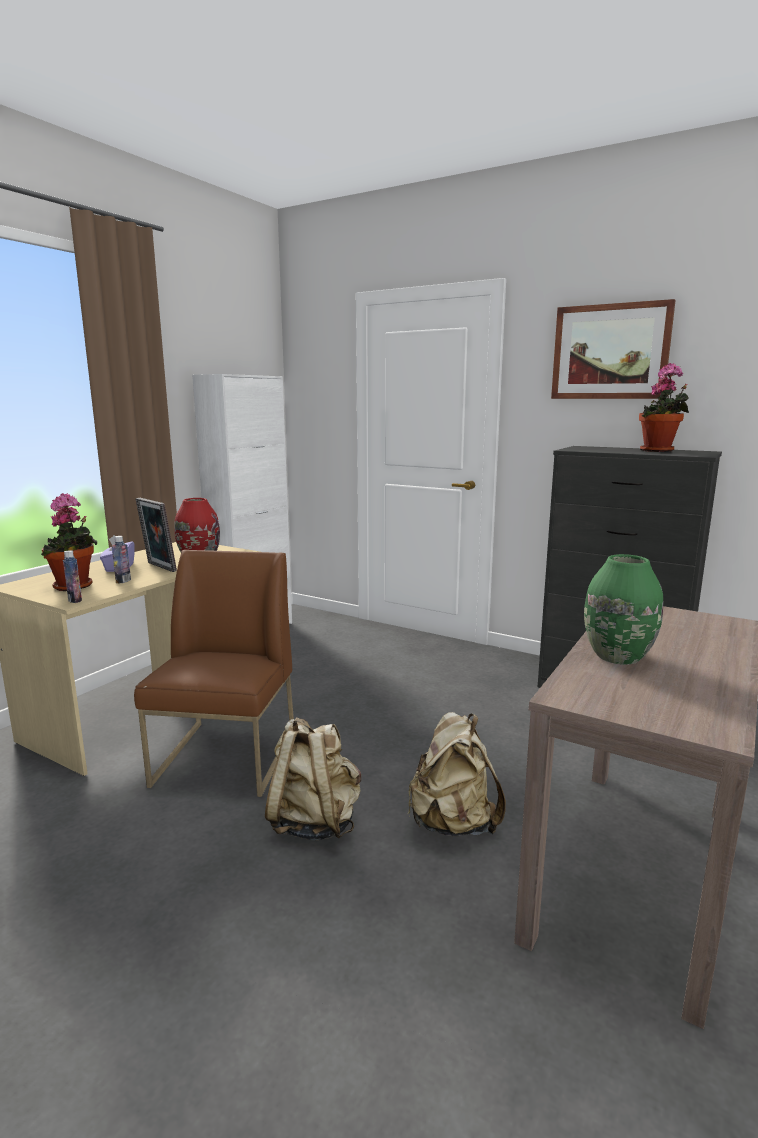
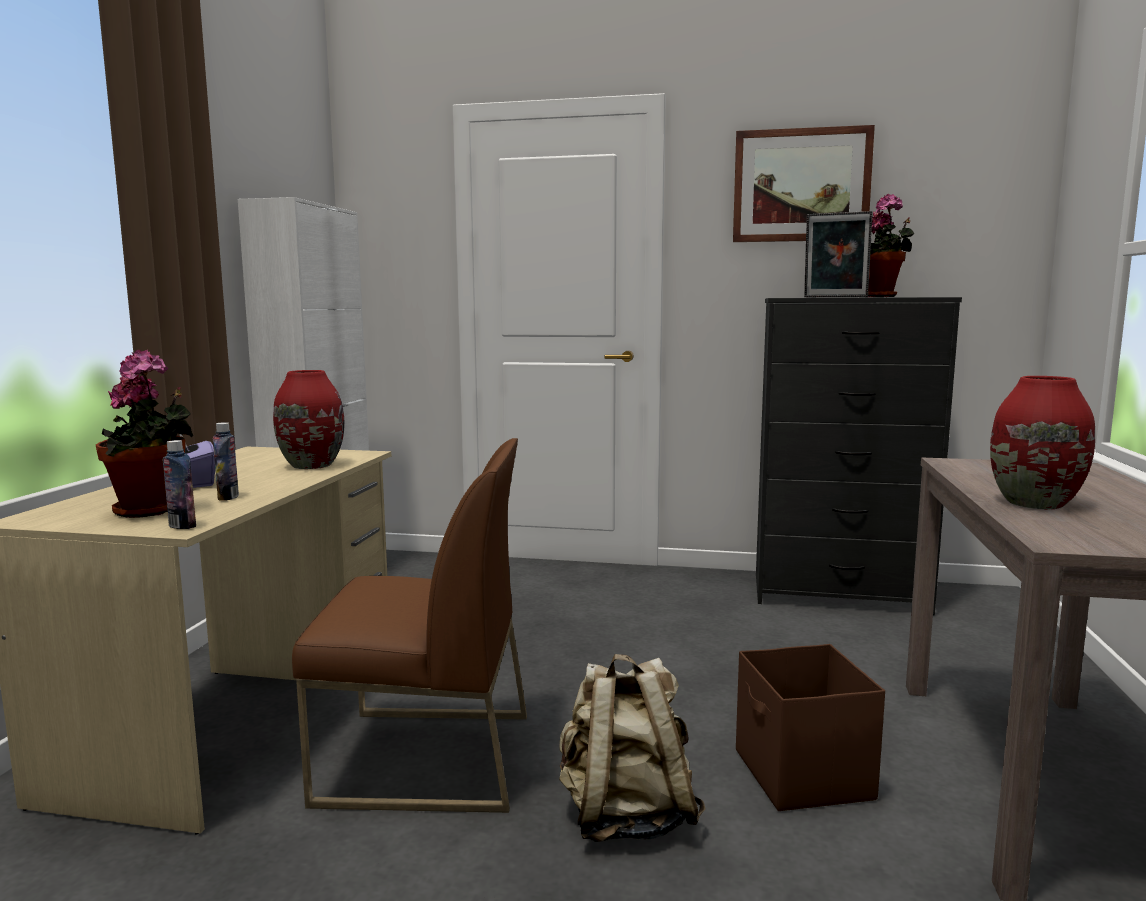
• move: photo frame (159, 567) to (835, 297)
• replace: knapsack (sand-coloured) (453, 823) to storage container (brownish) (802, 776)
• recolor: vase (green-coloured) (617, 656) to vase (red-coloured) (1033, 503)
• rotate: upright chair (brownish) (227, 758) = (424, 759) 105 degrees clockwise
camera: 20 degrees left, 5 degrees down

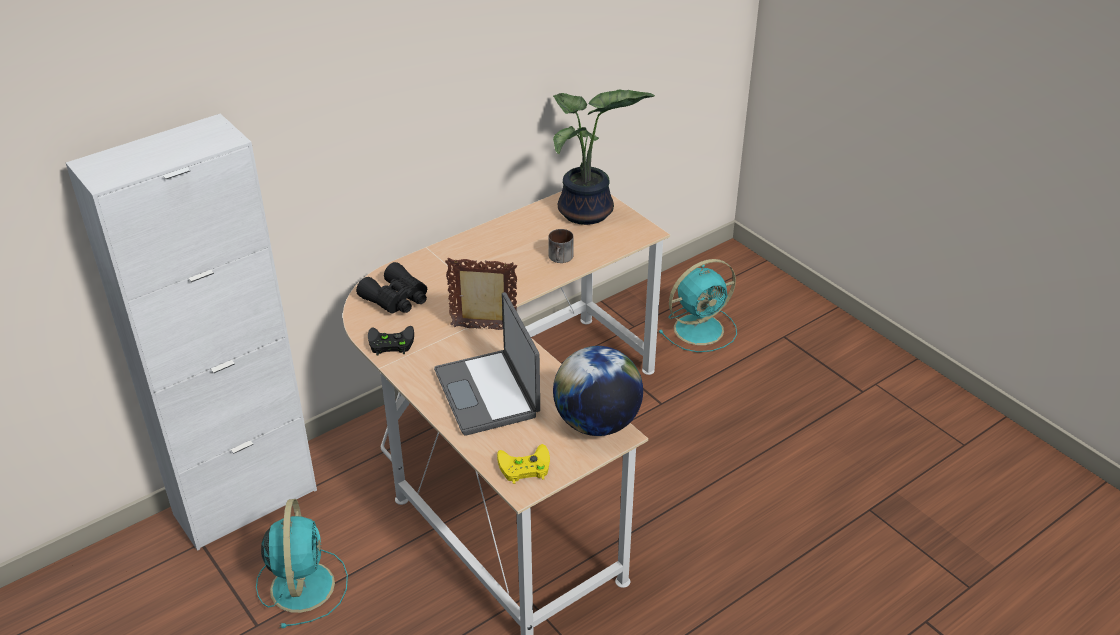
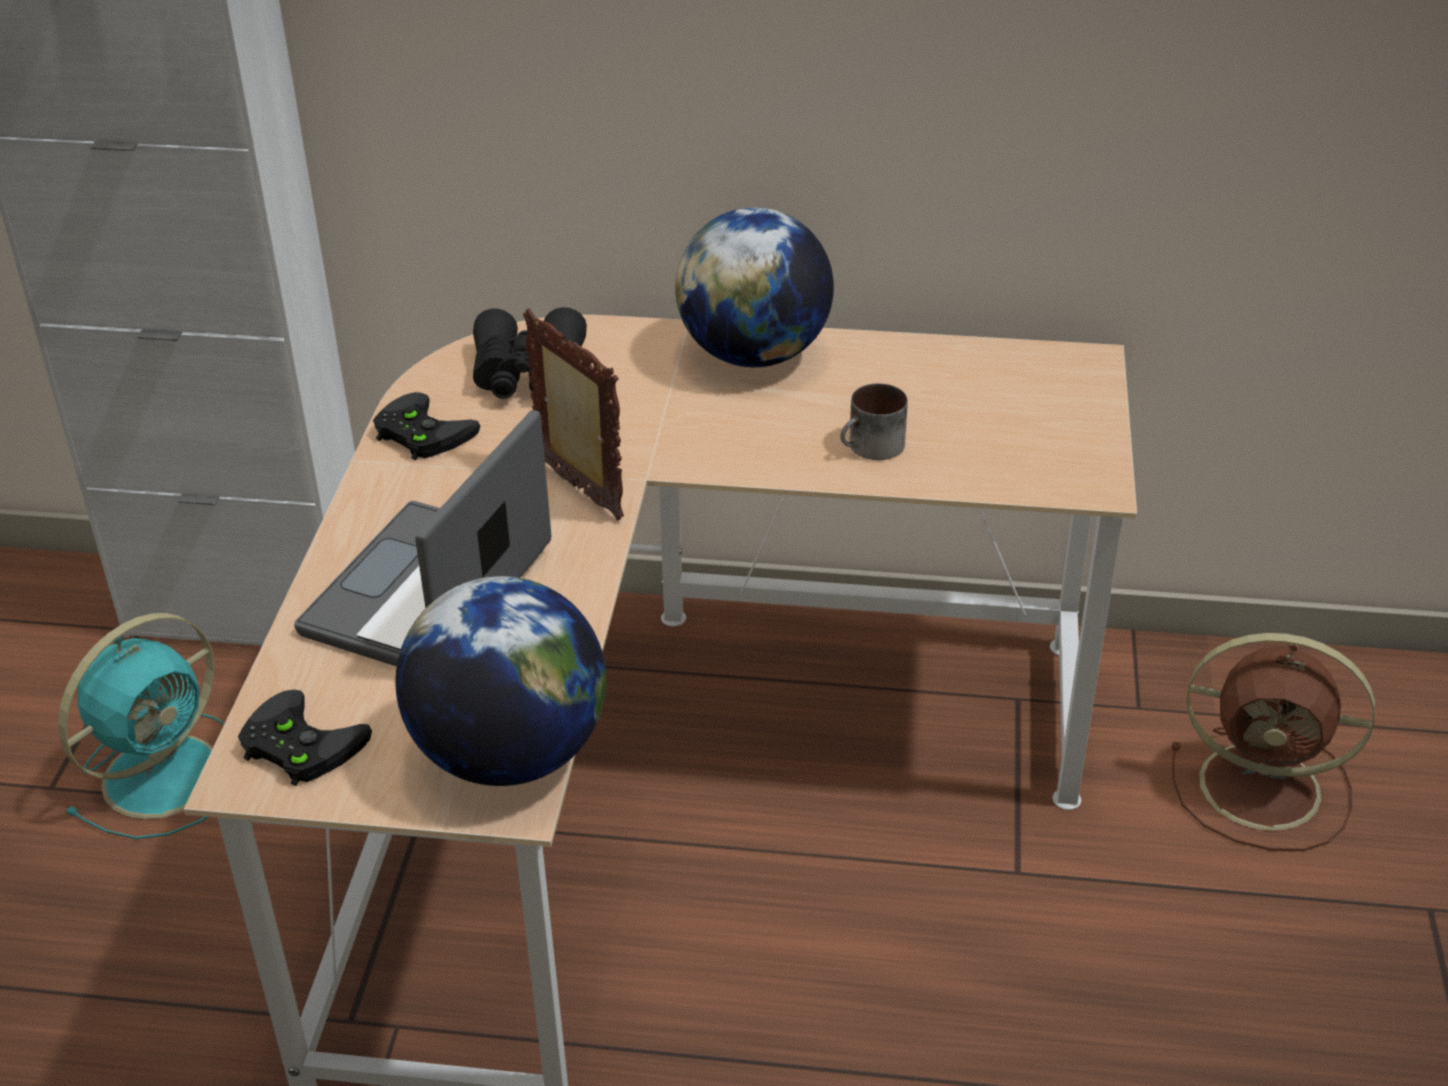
• delete: plant in a pot (587, 214)
• insert: desk globe (754, 354)
• recolor: gamepad (yellowish) (523, 467) to gamepad (black) (296, 745)
• recolor: fan (turquoise) (700, 328) to fan (brownish) (1265, 788)
camera: 45 degrees right, 0 degrees up

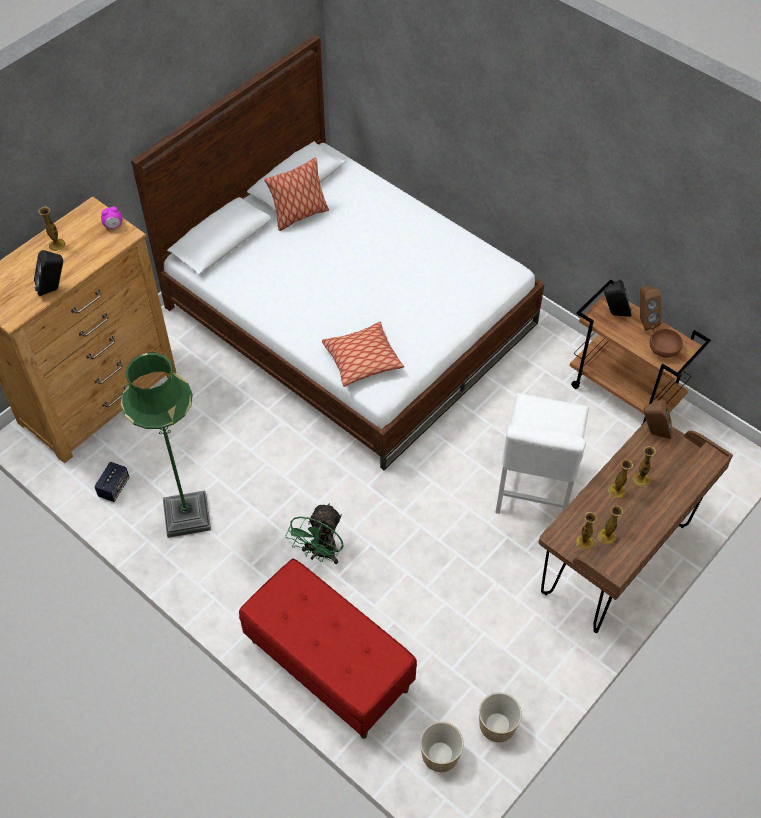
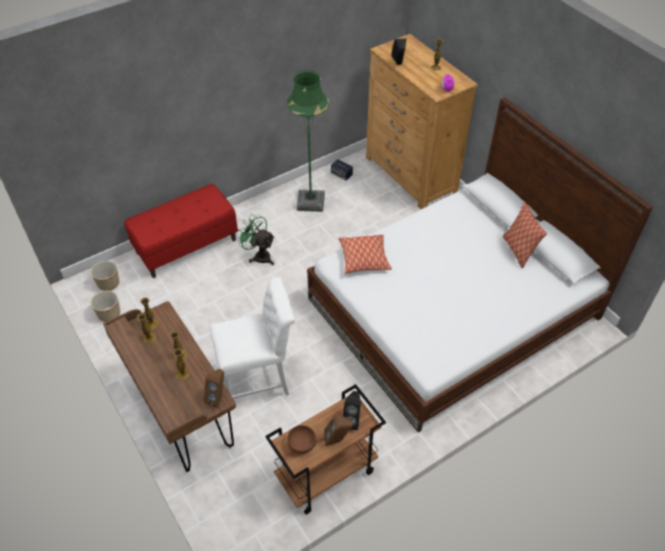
• rotate: upright chair (white) (533, 491) = (258, 380) 135 degrees clockwise
camera: 105 degrees right, 5 degrees down

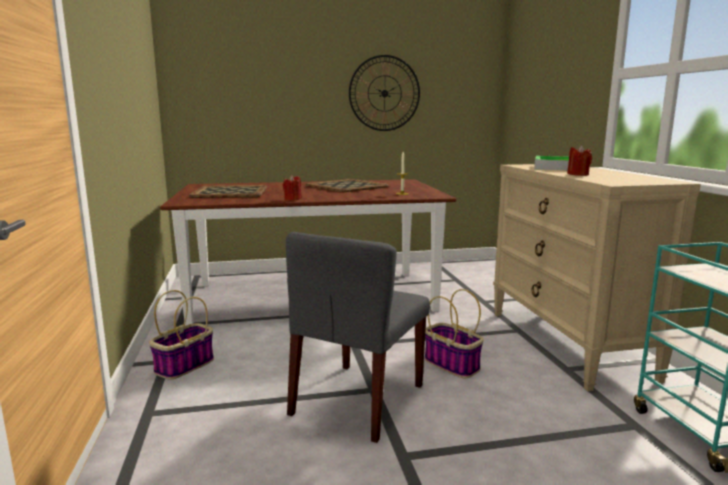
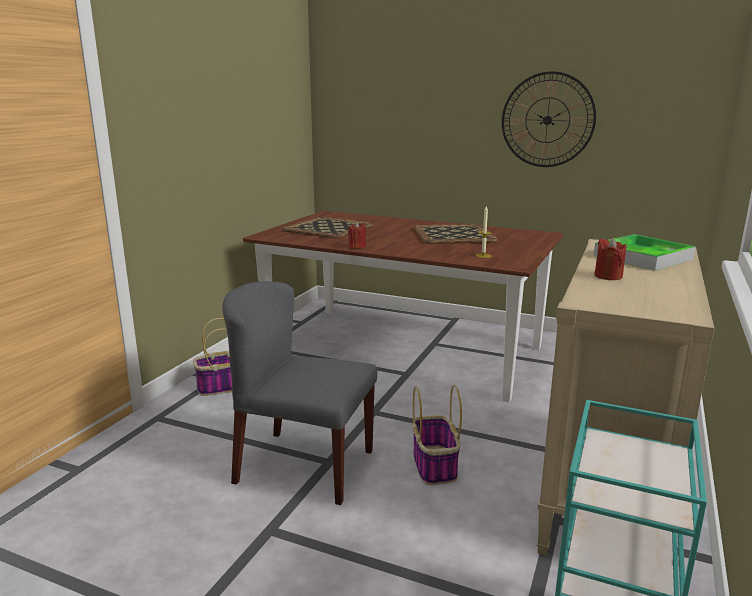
• rotate: upright chair (gray) (358, 400) = (303, 466) 45 degrees clockwise
camera: 35 degrees right, 5 degrees up

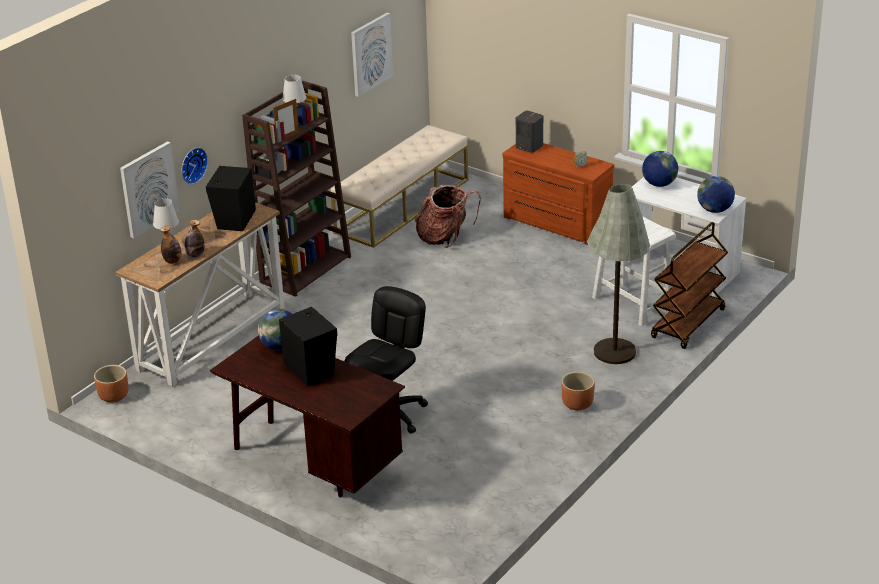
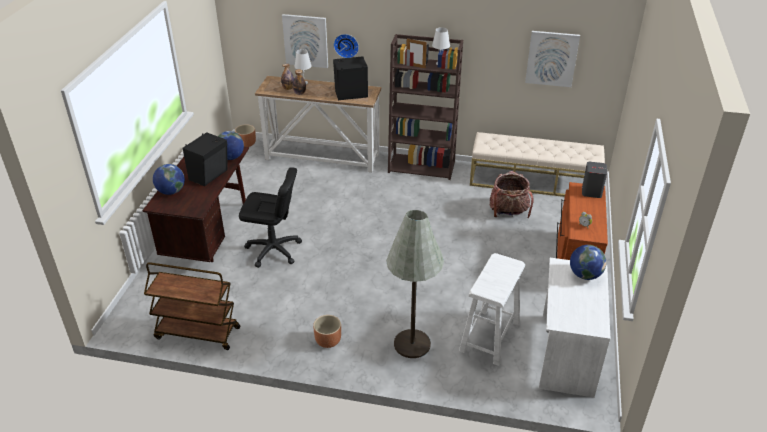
• move: trolley (brownish) (688, 324) to (197, 333)
• move: desk globe (714, 210) to (171, 191)
camera: 65 degrees right, 5 degrees up

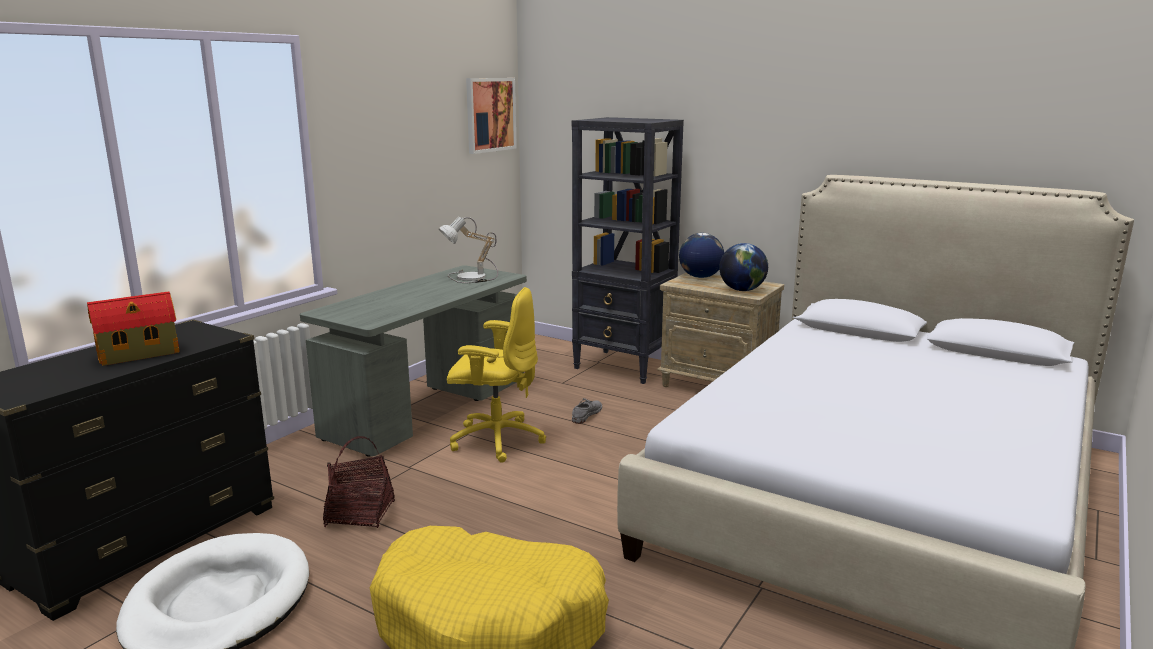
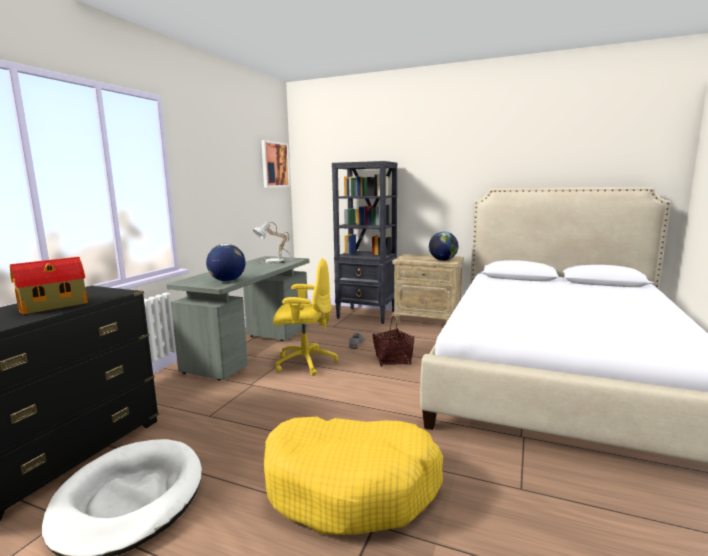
• move: basket (360, 514) to (393, 360)
• move: desk globe (700, 277) to (227, 281)
camera: 10 degrees left, 5 degrees down

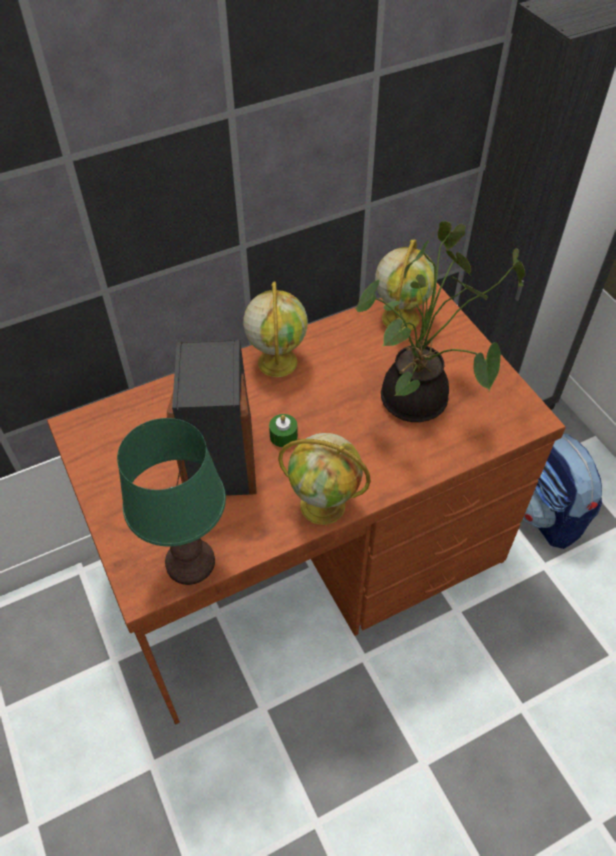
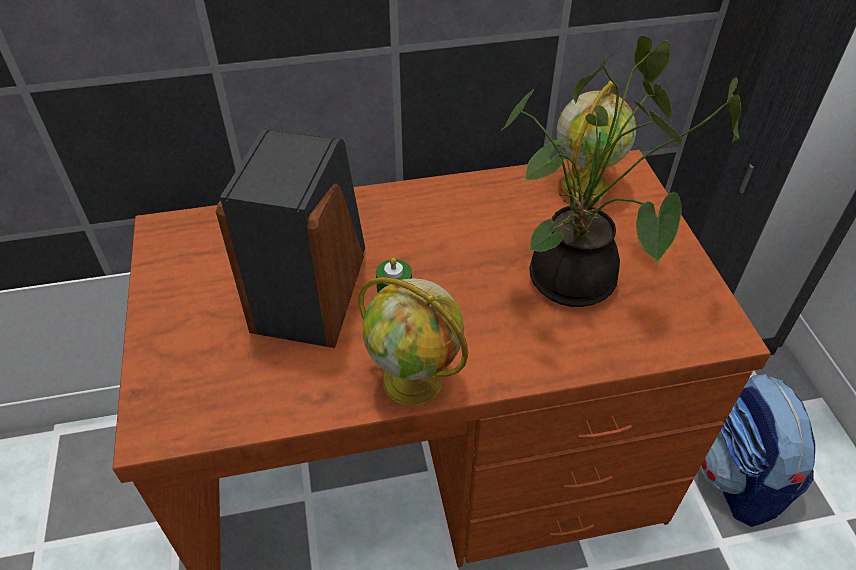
• delete: table lamp (green-coloured) (191, 561)
• delete: desk globe (277, 361)
camera: 15 degrees right, 5 degrees down

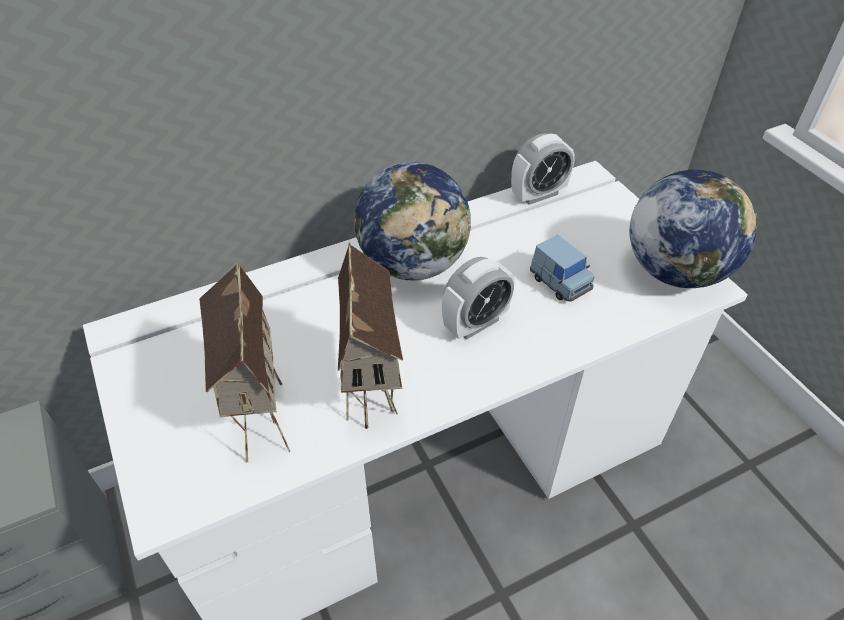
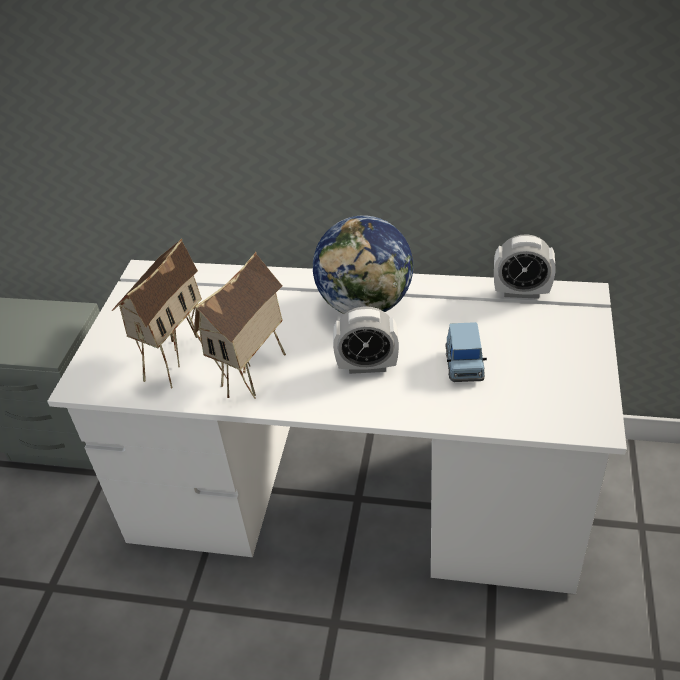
• delete: desk globe (675, 271)
camera: 40 degrees right, 5 degrees down

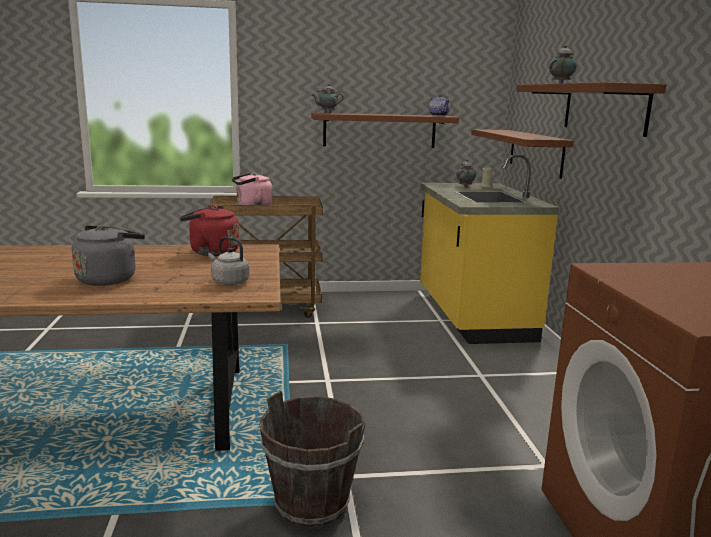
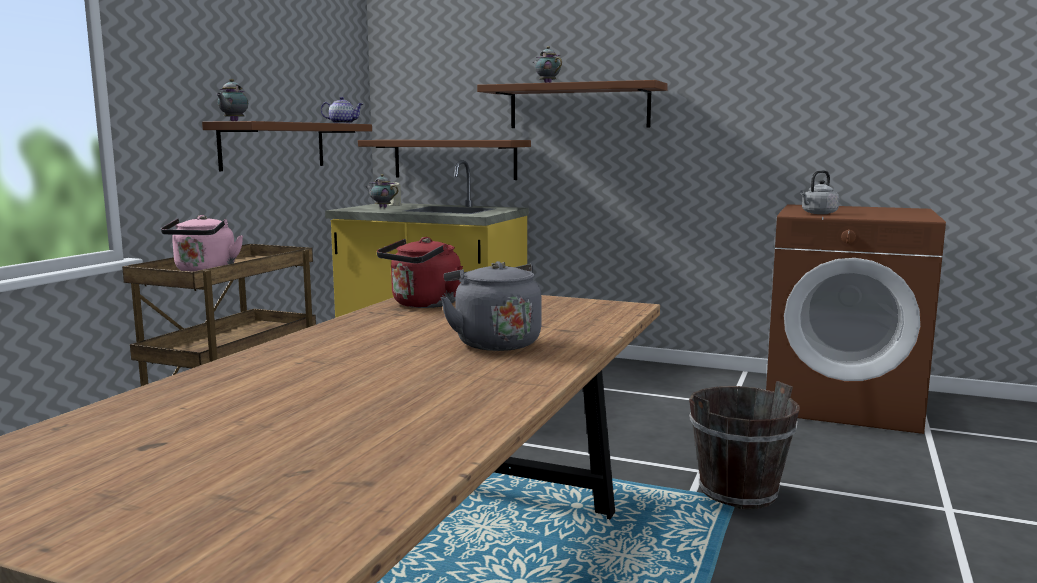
• move: water kettle (gray) (228, 282) to (818, 213)
camera: 60 degrees left, 5 degrees down

